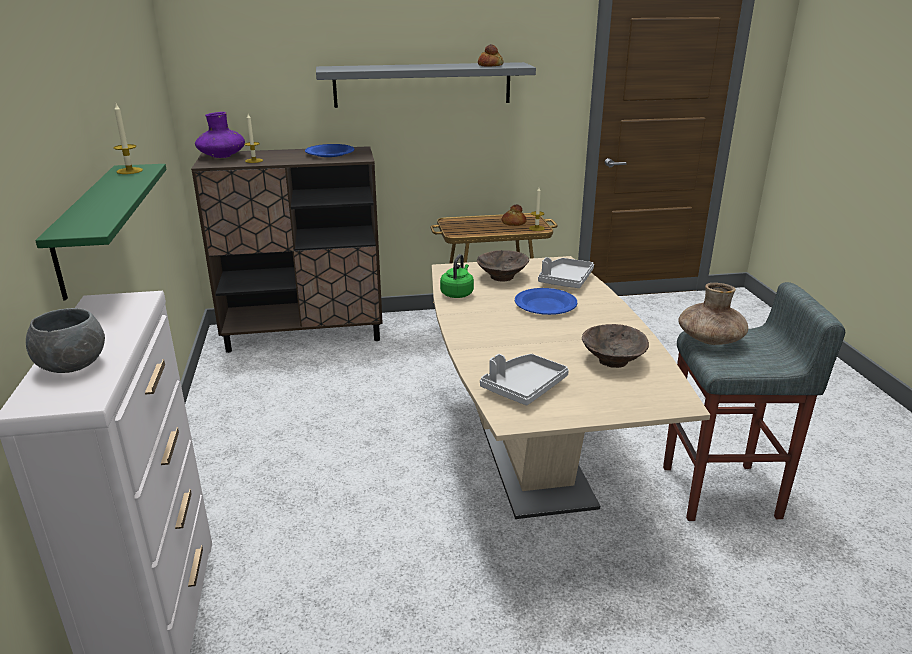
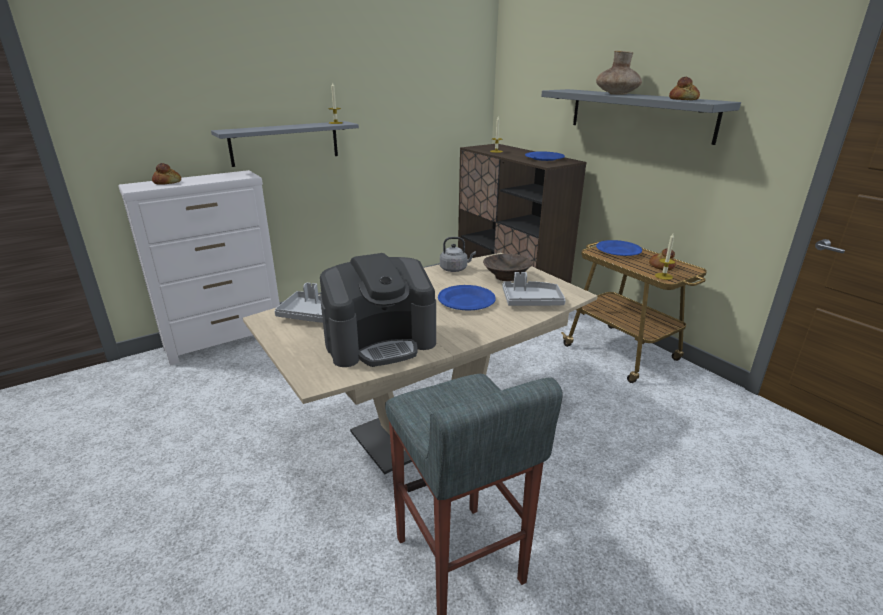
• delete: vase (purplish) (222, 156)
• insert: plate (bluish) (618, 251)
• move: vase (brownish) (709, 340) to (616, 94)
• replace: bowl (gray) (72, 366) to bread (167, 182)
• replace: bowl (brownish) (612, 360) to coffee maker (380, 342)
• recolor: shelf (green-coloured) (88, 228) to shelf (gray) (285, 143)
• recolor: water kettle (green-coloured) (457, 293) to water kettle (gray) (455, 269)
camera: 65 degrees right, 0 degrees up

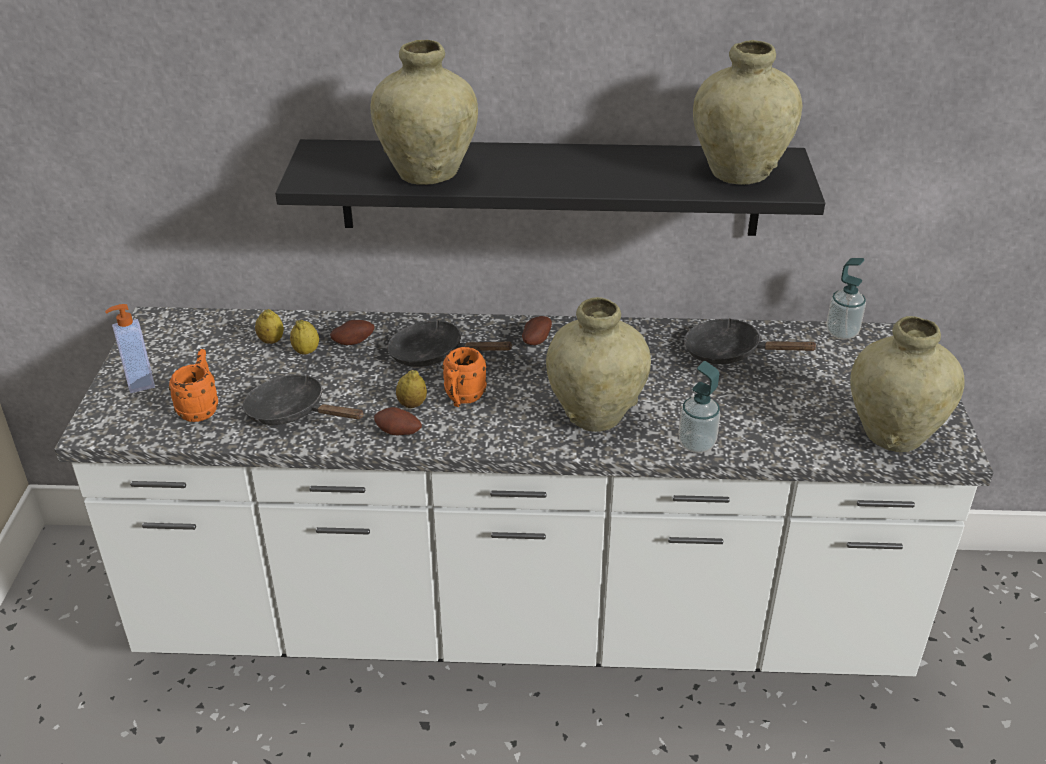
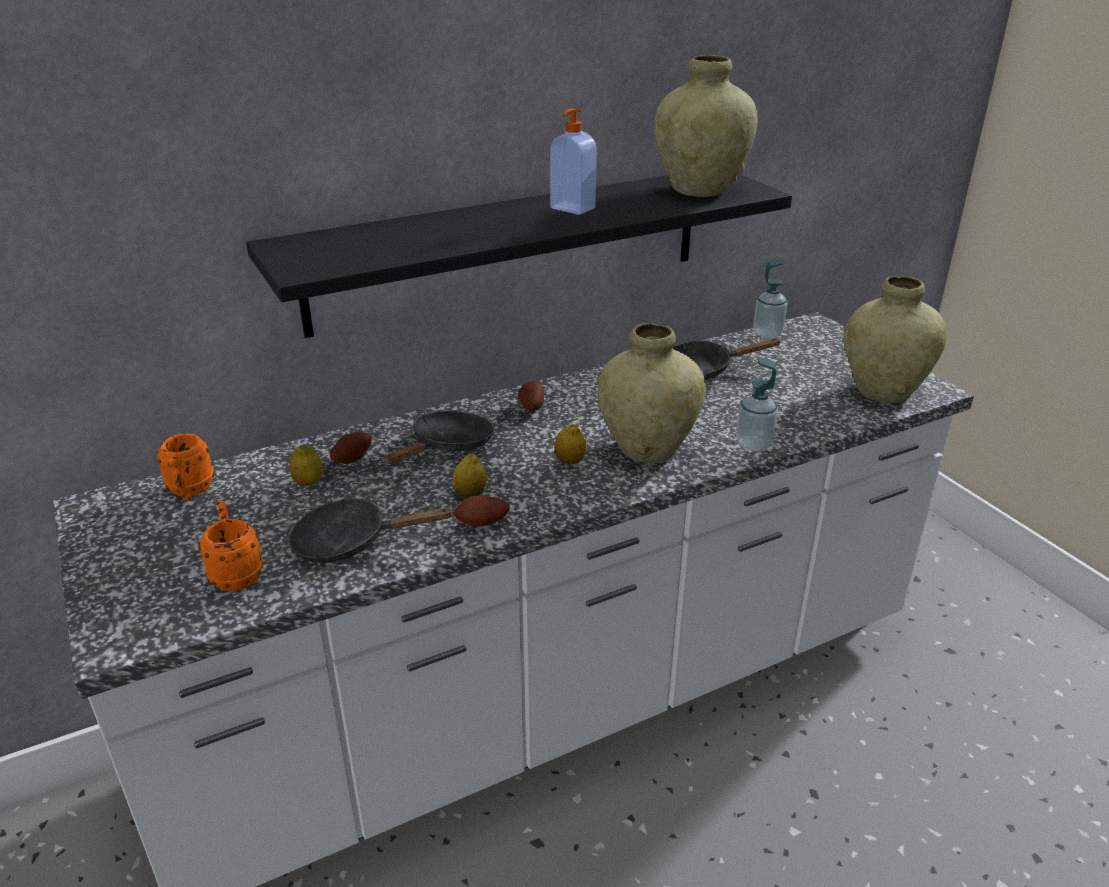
• delete: vase (sand-coloured) (428, 174)
• move: liquid soap bottle (138, 382) to (571, 209)
• move: citrus fruit (271, 341) to (570, 461)
• move: coffee mug (orange-coloured) (462, 399) to (190, 492)
• rotate: pan (black) (434, 355) = (448, 446) 135 degrees clockwise
camera: 30 degrees left, 5 degrees down

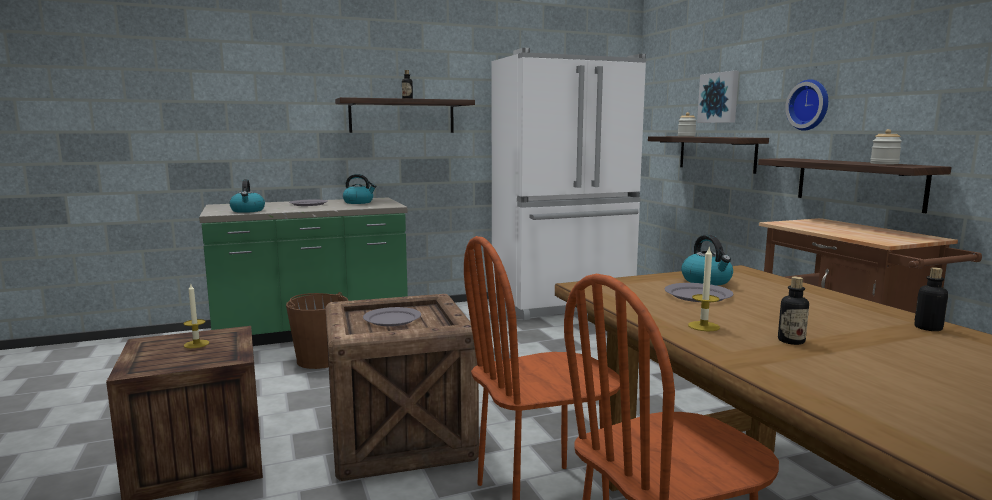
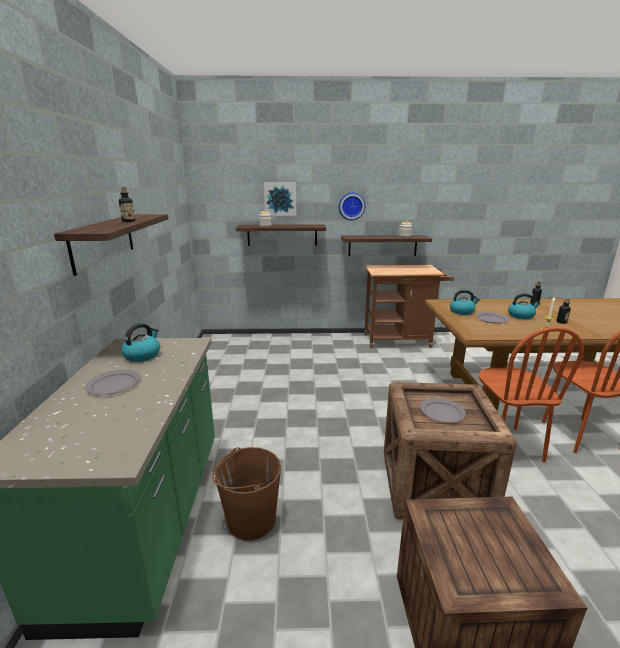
• delete: candle (196, 344)
• delete: kitchen fridge (white) (564, 304)
• move: water kettle (248, 211) to (521, 316)
camera: 70 degrees left, 10 degrees up

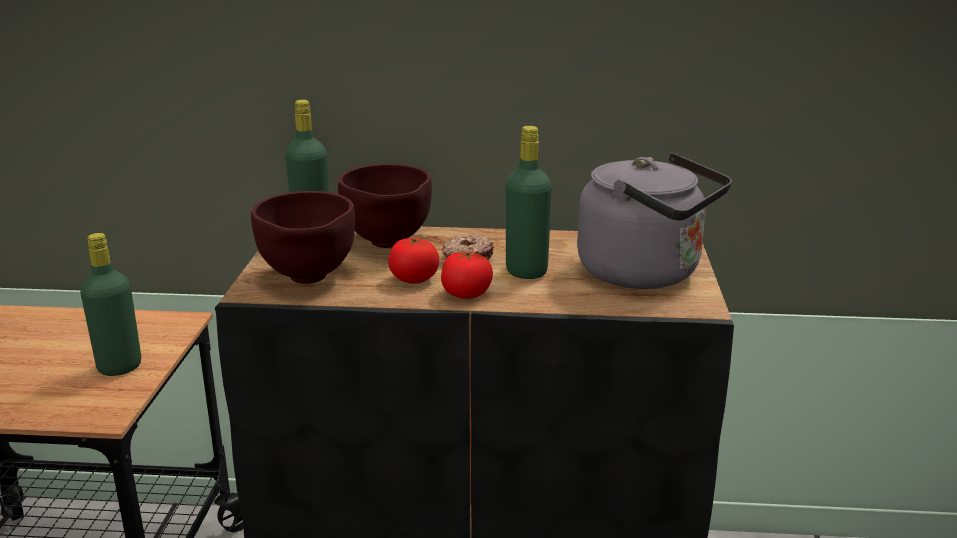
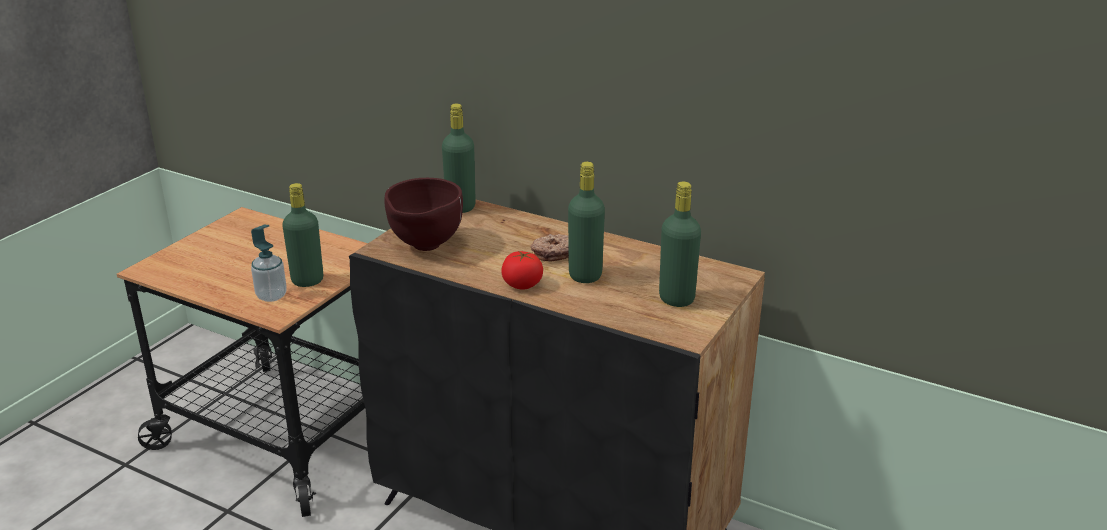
• delete: bowl (brownish) (388, 244)
• delete: fresh tomato (414, 279)
• insert: liquid soap bottle (271, 296)
• replace: water kettle (gray) (646, 273) to beverage bottle (green-coloured) (676, 298)
camera: 25 degrees right, 5 degrees up

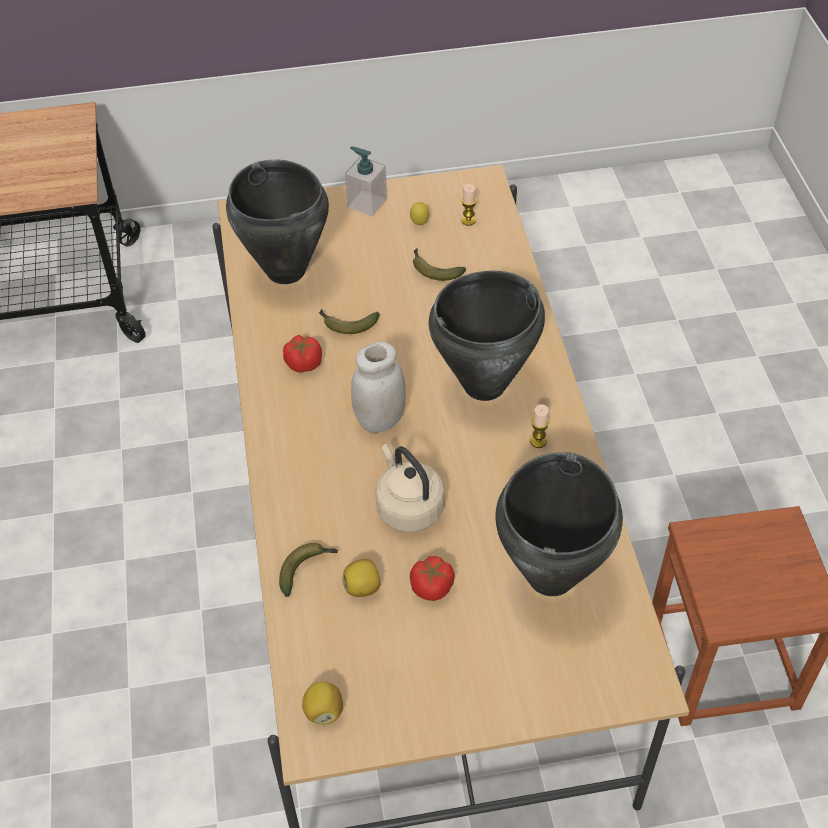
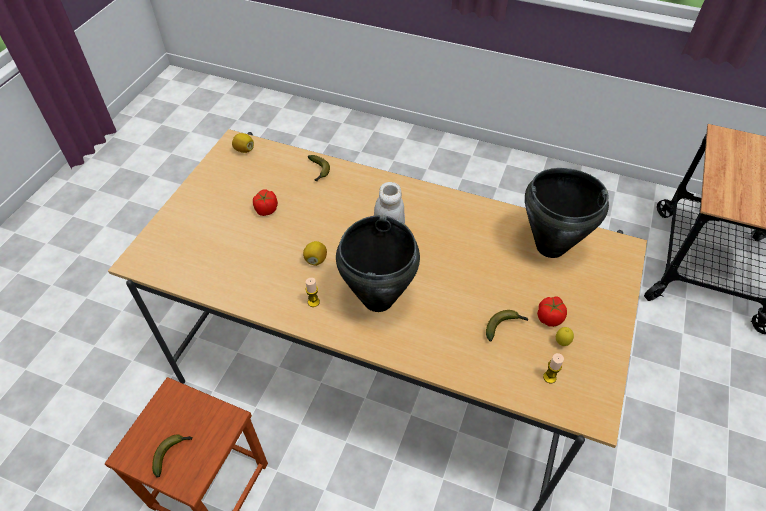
• delete: liquid soap bottle (367, 203)
• delete: water kettle (sand-coloured) (408, 507)
• delete: cooking pot (black) (552, 575)
• move: fresh tomato (303, 363) to (549, 317)
• move: banana fruit (346, 324) to (172, 453)
• move: citrus fruit (363, 587) to (316, 260)
camera: 120 degrees right, 0 degrees up

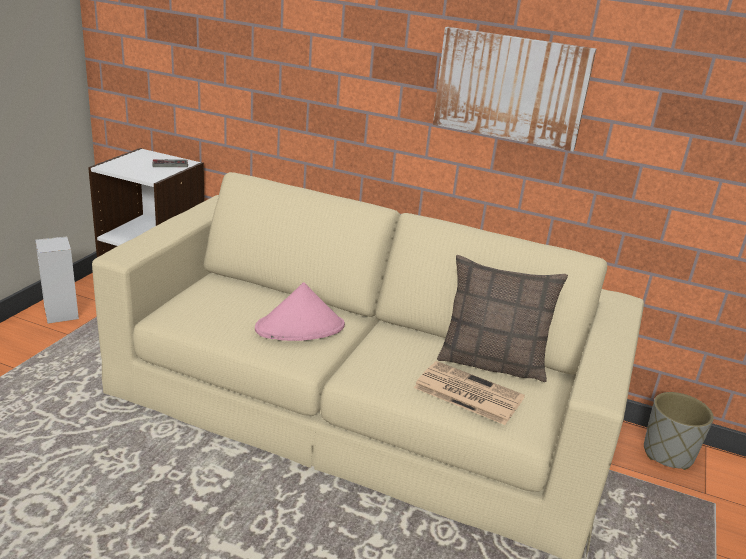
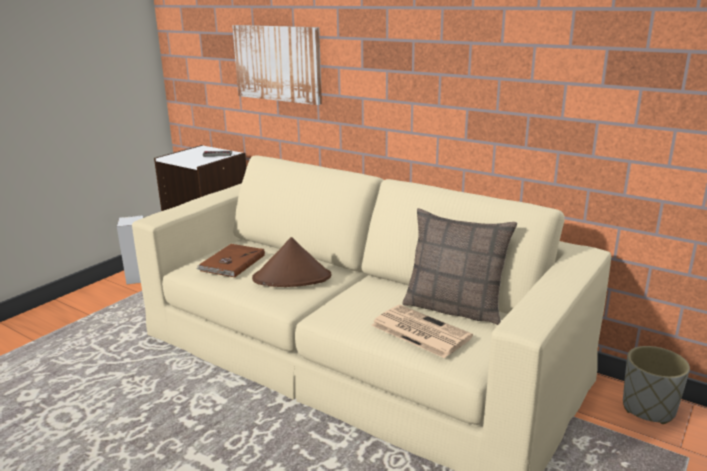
• insert: book (brownish) (231, 263)
• move: wall picture (511, 88) to (278, 63)
• recolor: clothing hat (pink) (300, 328) to clothing hat (brownish) (292, 278)
camera: 15 degrees right, 5 degrees down

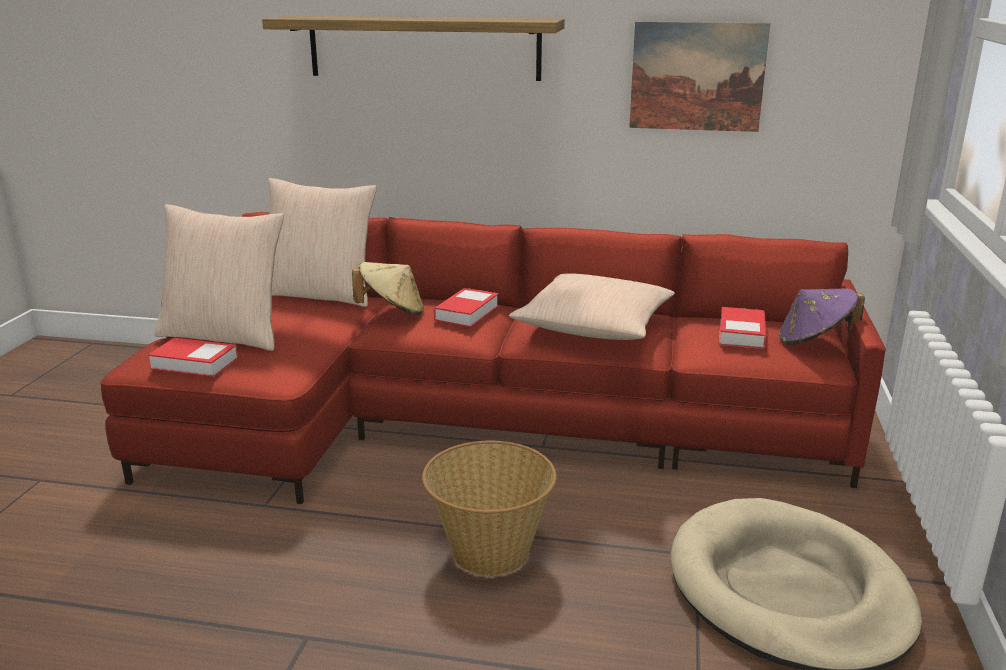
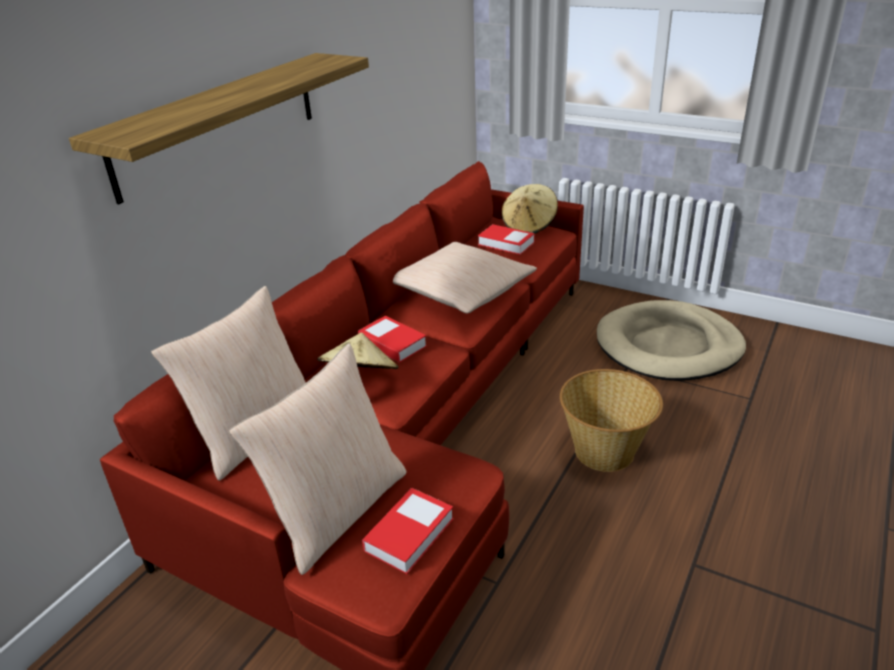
• delete: wall picture (697, 77)
• recolor: clothing hat (purplish) (814, 341) to clothing hat (sand-coloured) (529, 225)
camera: 70 degrees left, 10 degrees up

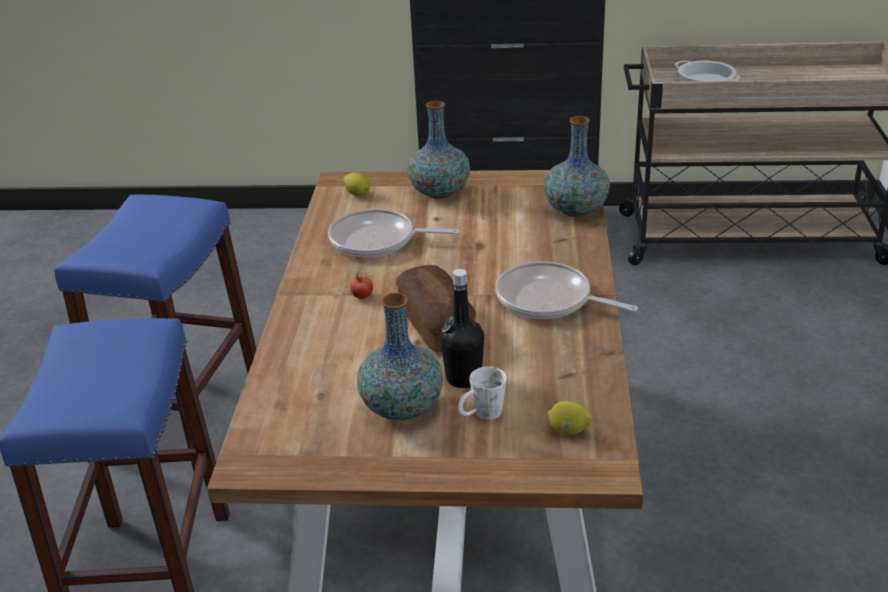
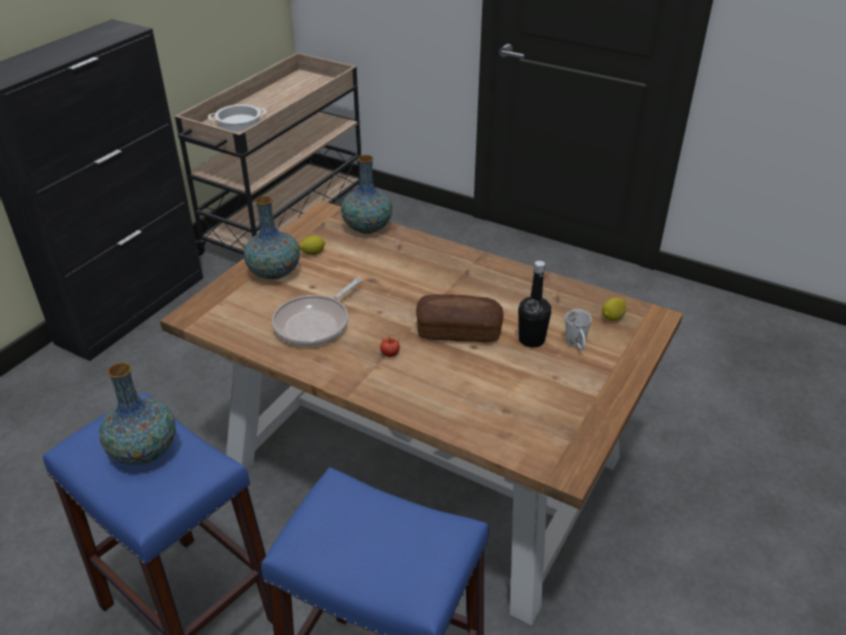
• delete: pan (549, 300)
• move: citrus fruit (358, 194) to (313, 253)
• move: vase (402, 408) to (144, 451)
camera: 65 degrees left, 5 degrees up

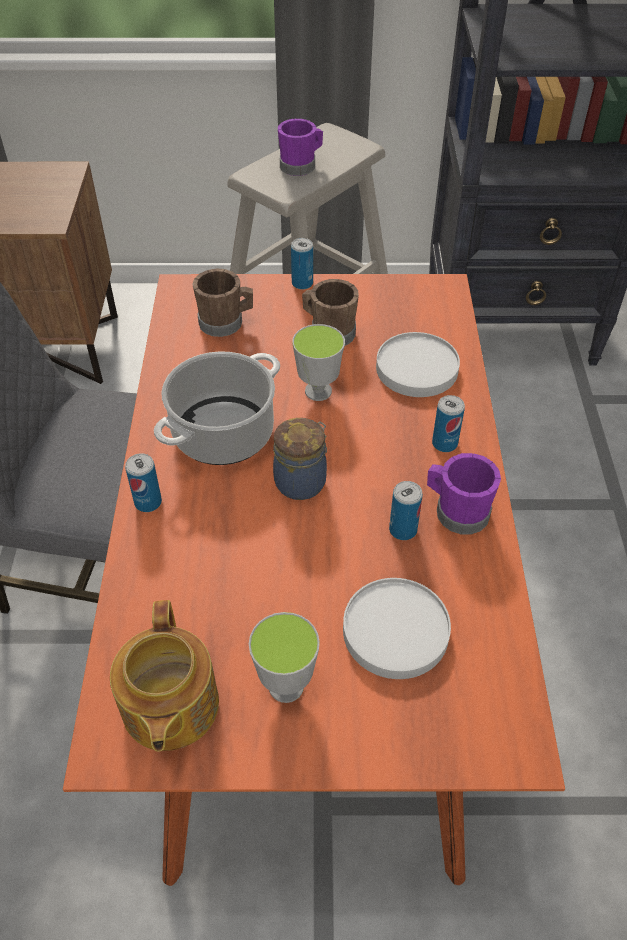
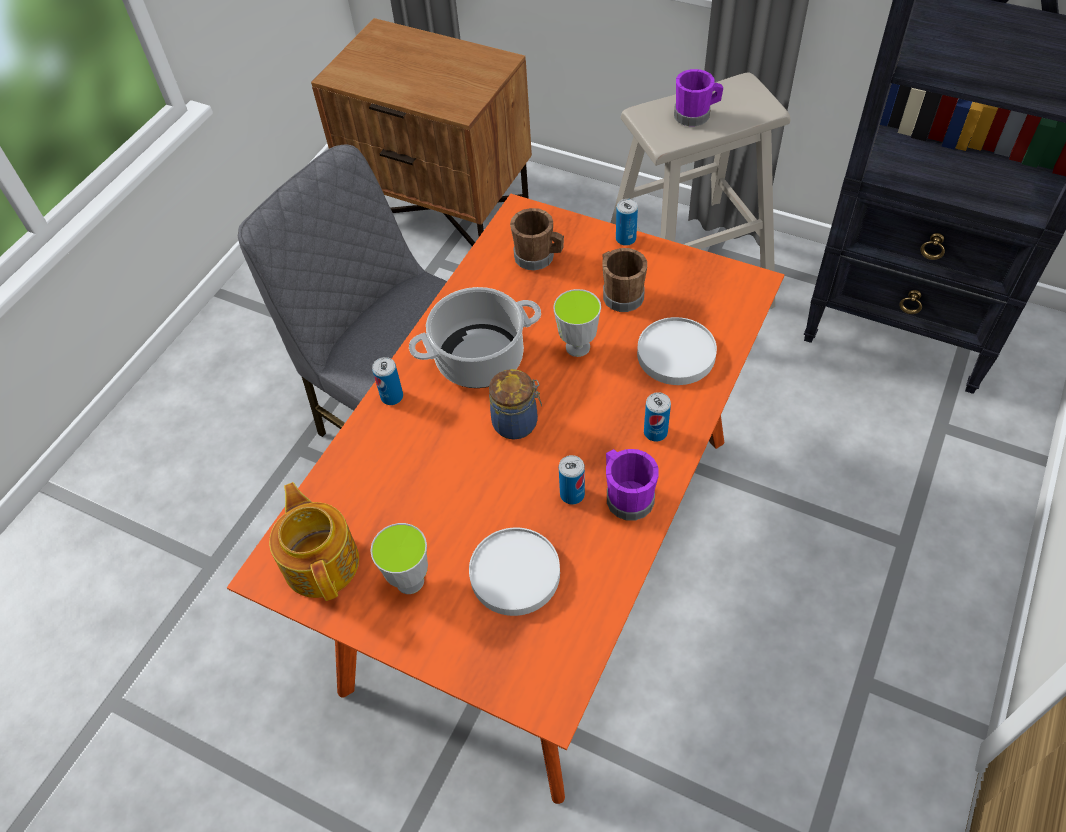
• rotate: tea pot (169, 707) = (322, 561) 135 degrees clockwise
camera: 30 degrees right, 5 degrees up

